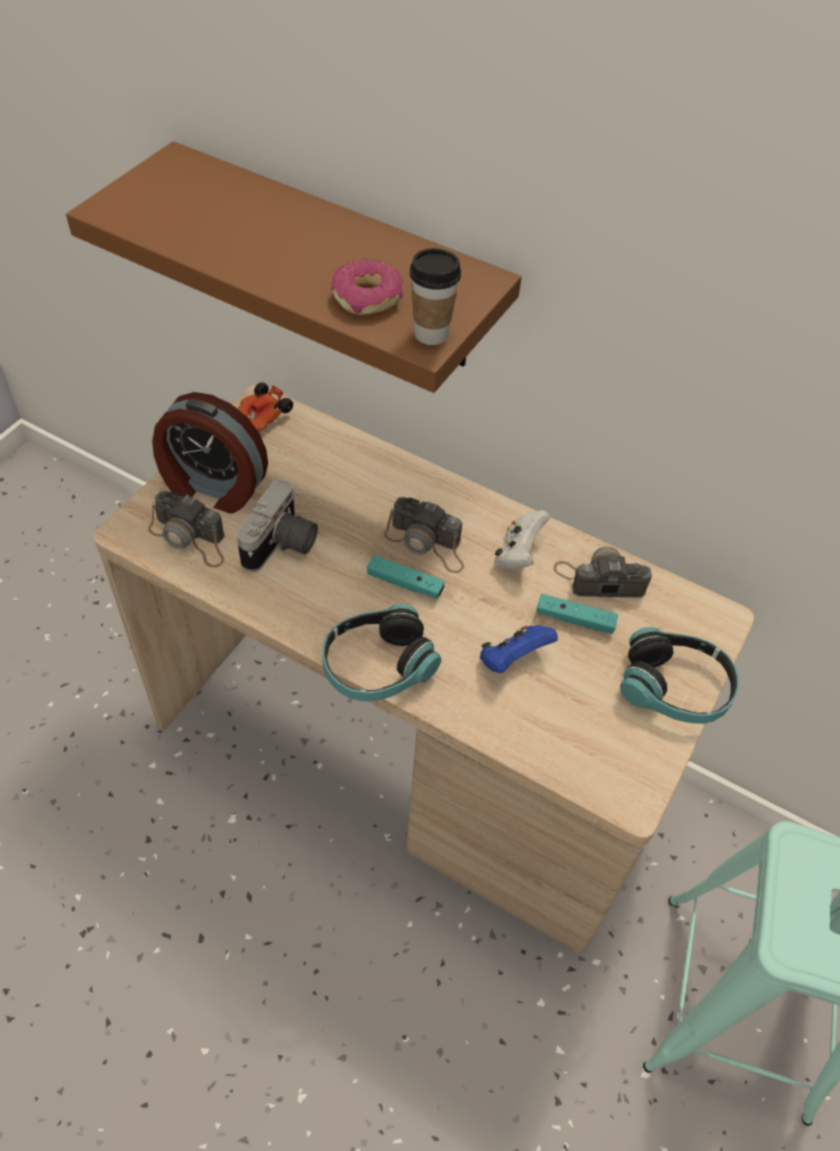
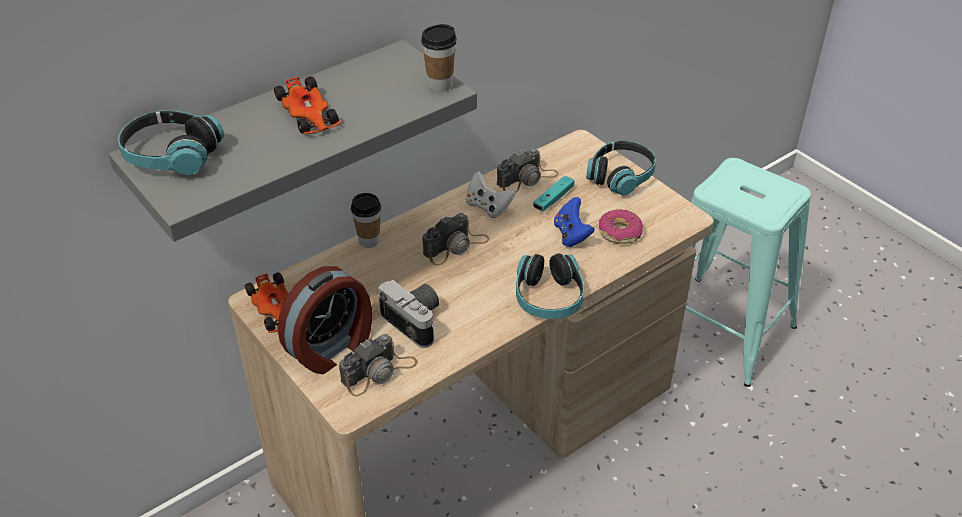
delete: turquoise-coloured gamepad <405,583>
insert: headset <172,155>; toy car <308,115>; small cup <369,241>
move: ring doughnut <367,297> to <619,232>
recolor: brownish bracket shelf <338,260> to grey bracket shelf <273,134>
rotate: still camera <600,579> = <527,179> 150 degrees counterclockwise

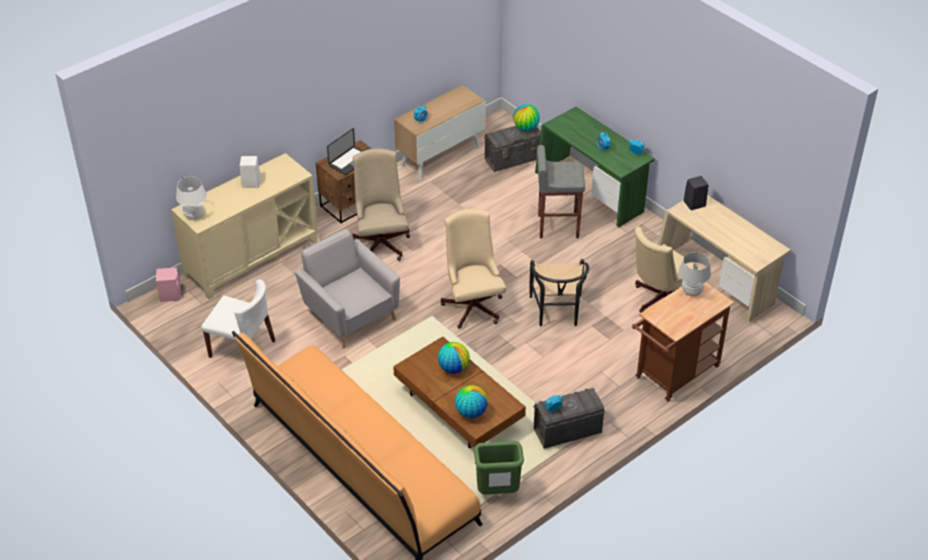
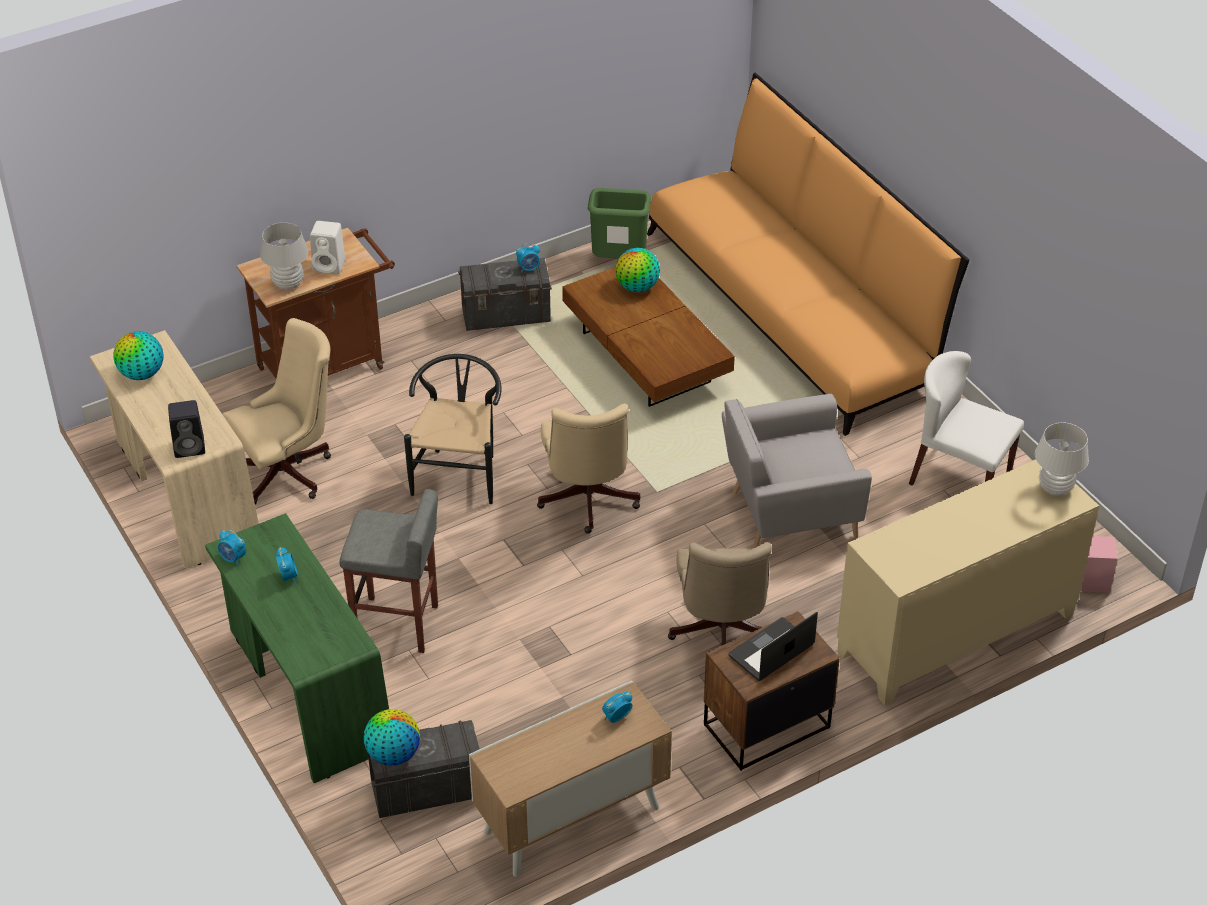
move: white-coloured audio speaker <250,183> to <330,266>; world globe <453,368> to <142,374>
rotate: grey lounge chair <350,314> = <788,510> 105 degrees clockwise

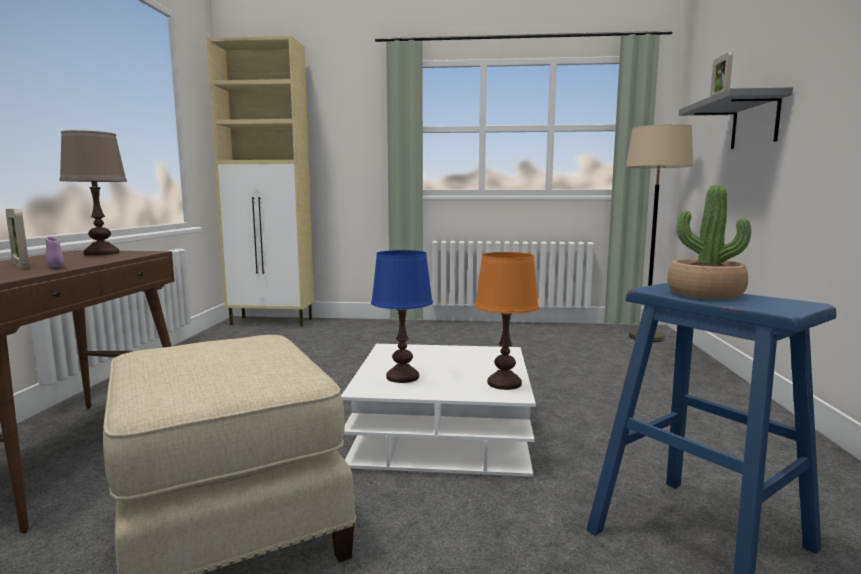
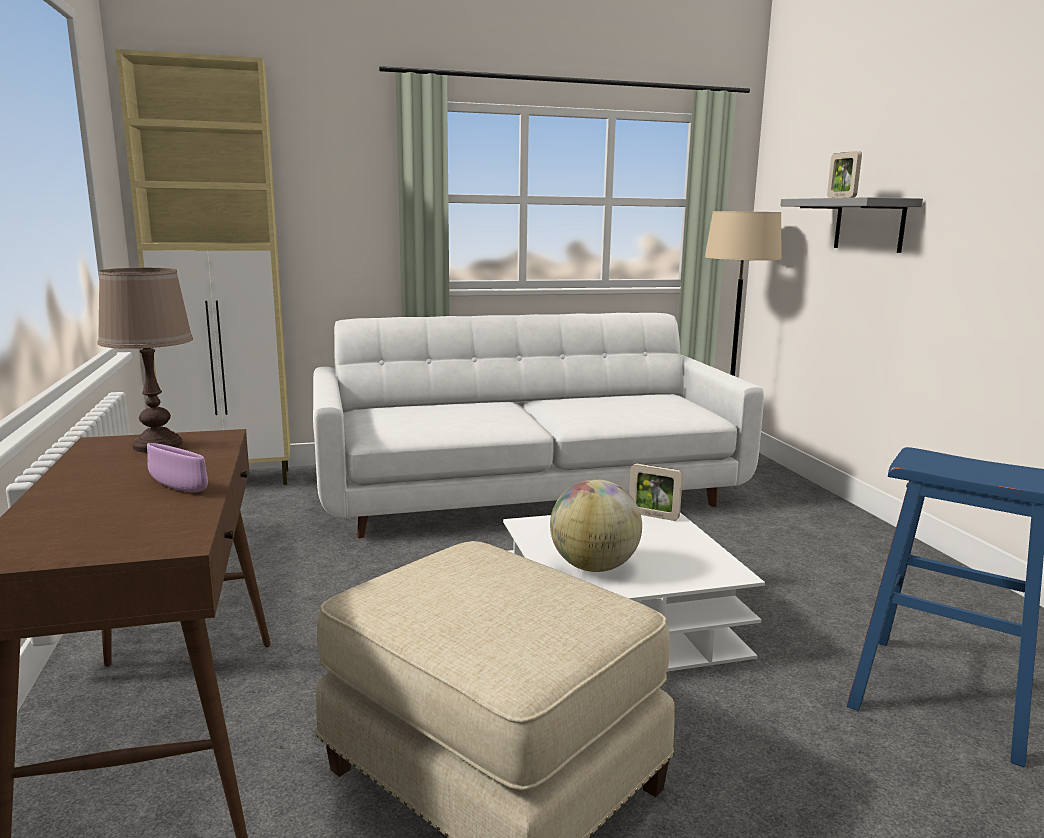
delete: orange table lamp <504,383>; houseplant <705,293>
insert: white-coloured sofa <527,491>
move: picture frame <20,265> to <653,516>
replace: bluish table lamp <402,377> to world globe <594,567>

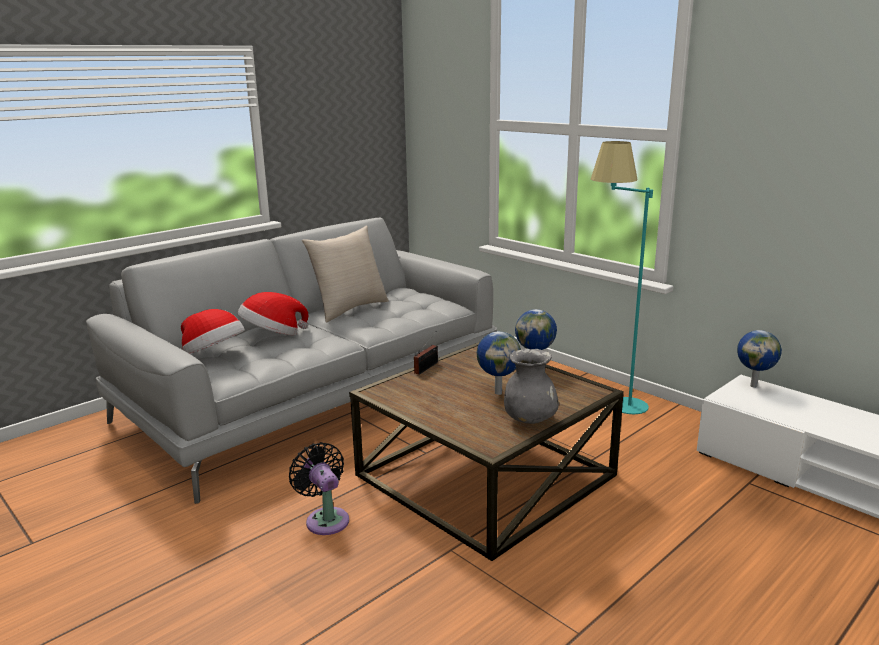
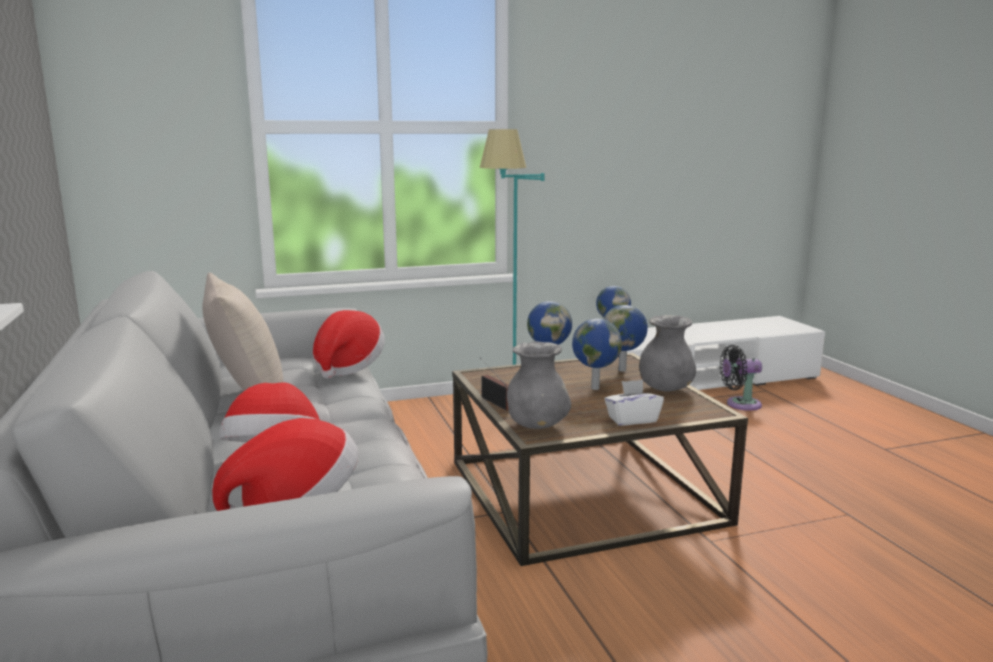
insert: clothing hat <348,367>; grey flower vase <537,425>; world globe <623,370>; white-coloured tissue box <632,420>
move: black-coloured fan <325,519> to <740,404>

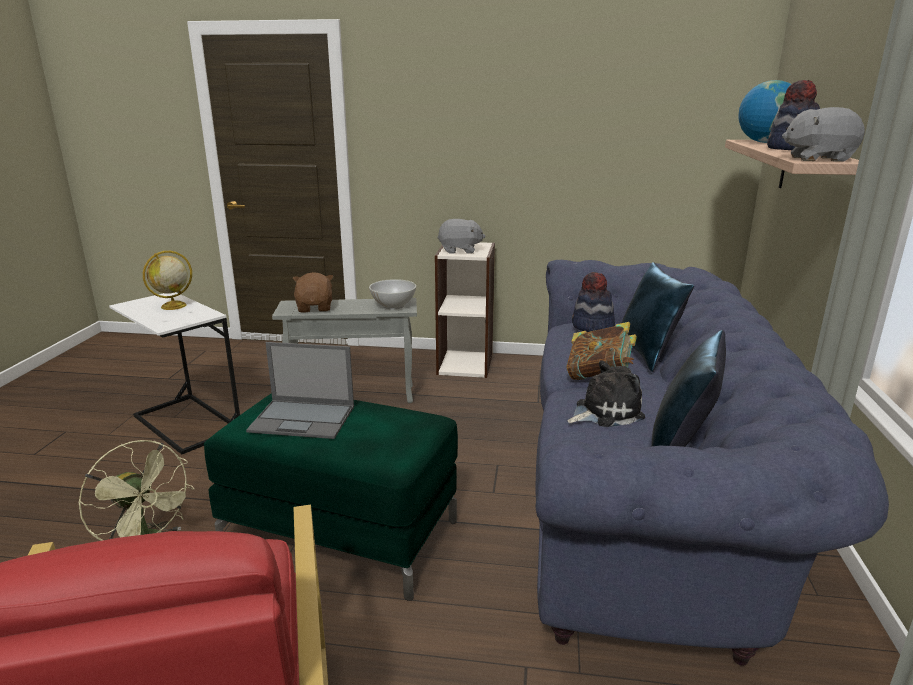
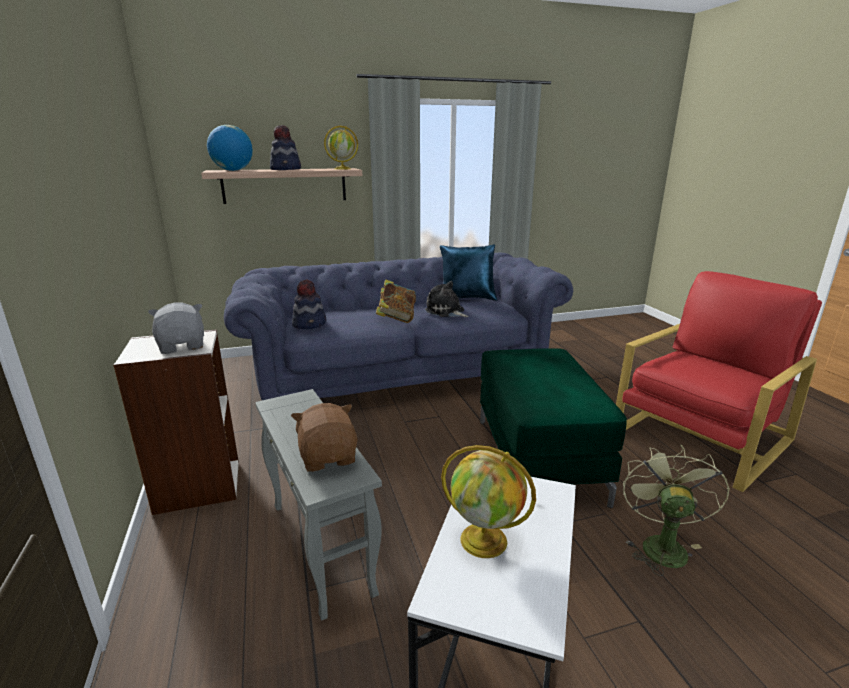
delete: laptop <304,419>; white-coloured bowl <393,306>; bluish throw pillow <647,354>
replace: grey plush toy <818,159> to world globe <343,169>
rotate: brownish plush toy <315,308> = <328,457> 105 degrees clockwise

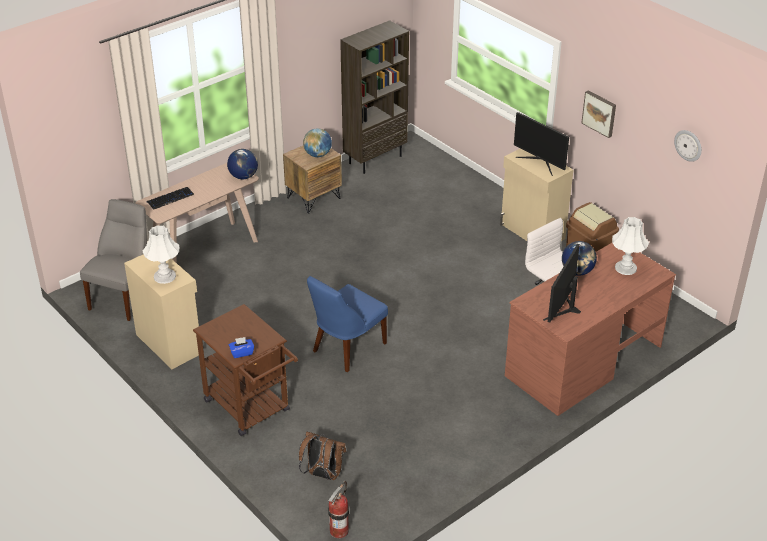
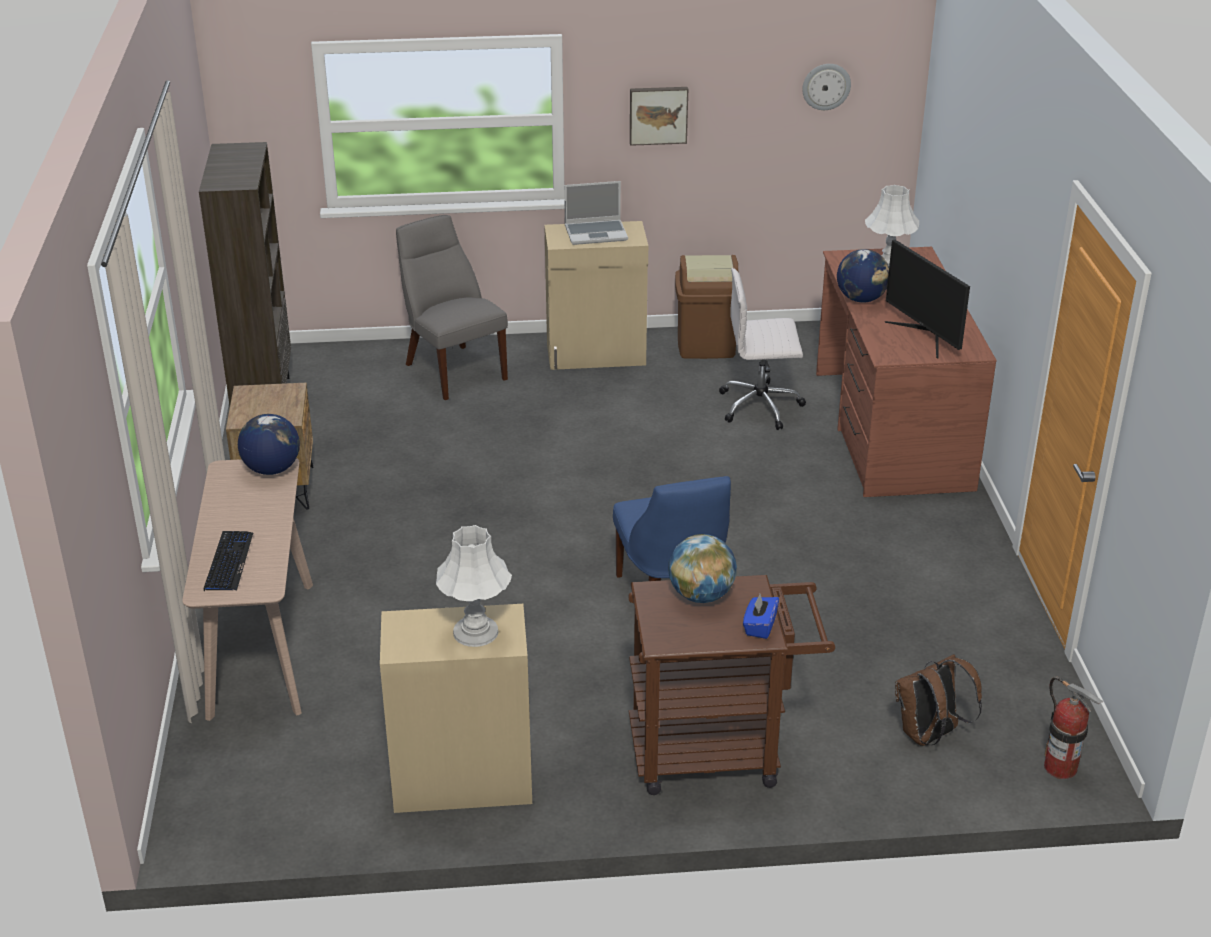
move: grey plain chair <125,297> to <453,370>; world globe <318,155> to <701,595>
replace: monitor <540,162> to laptop <596,233>

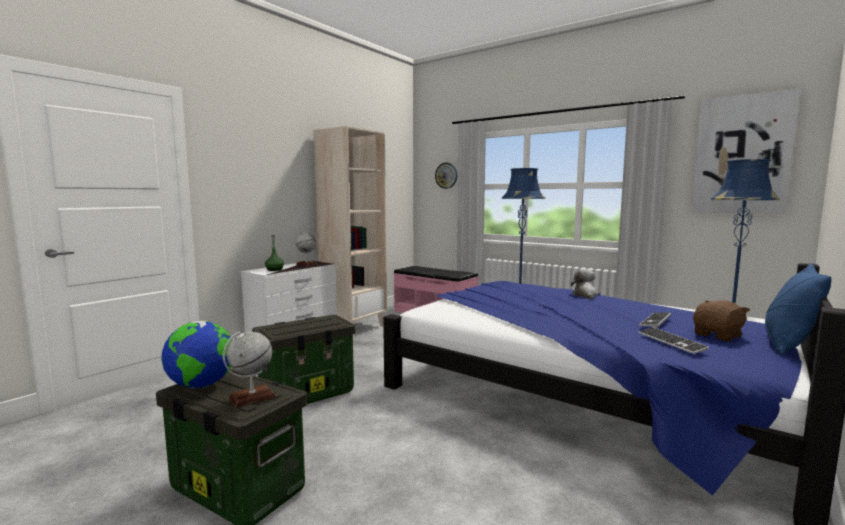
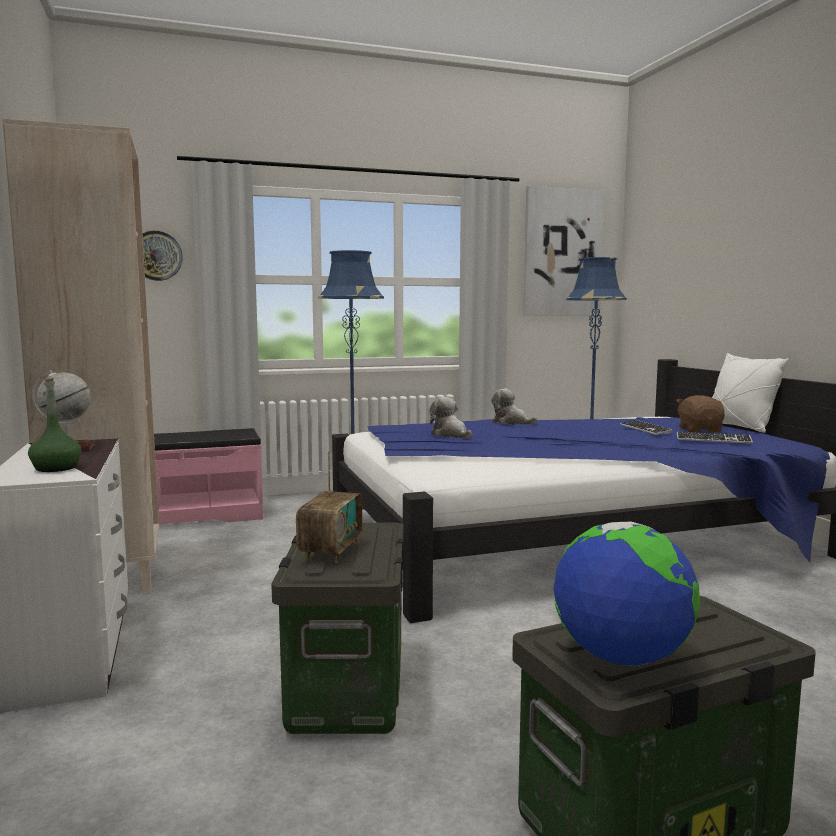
delete: world globe <252,397>
insert: radio <331,551>; plush toy <450,435>
recolor: bluish throw pillow <787,345> to white-coloured throw pillow <739,427>

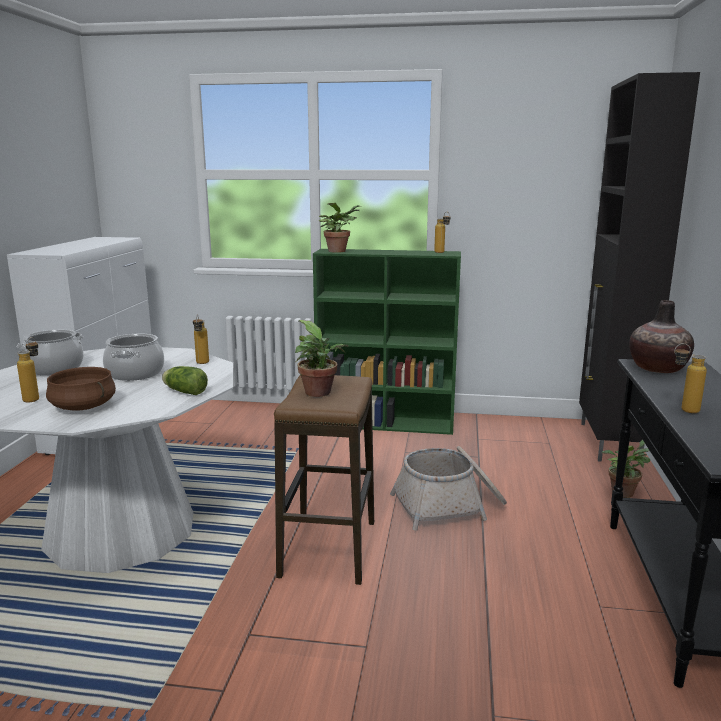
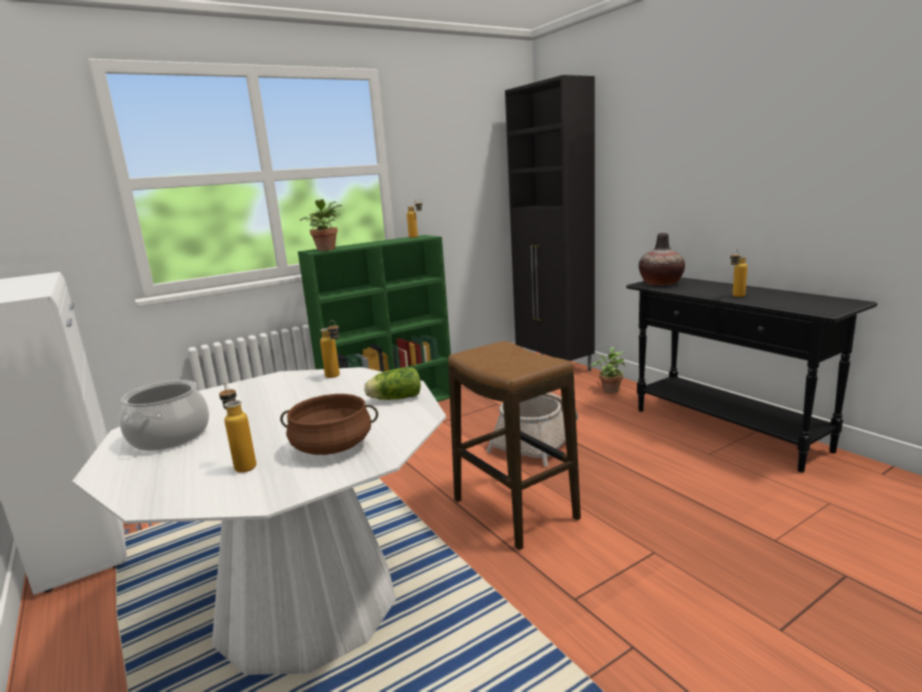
delete: saucepot <135,373>; houseplant <320,393>

